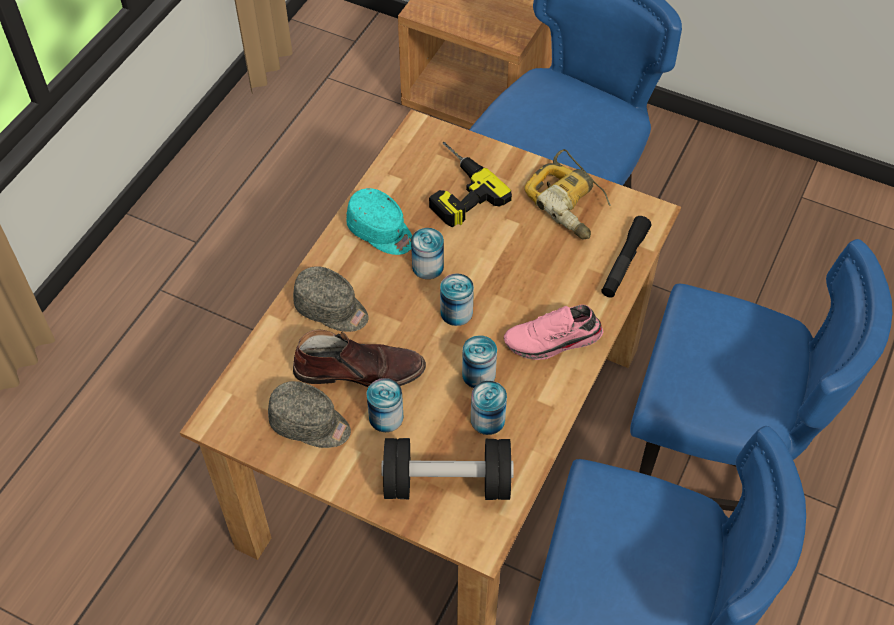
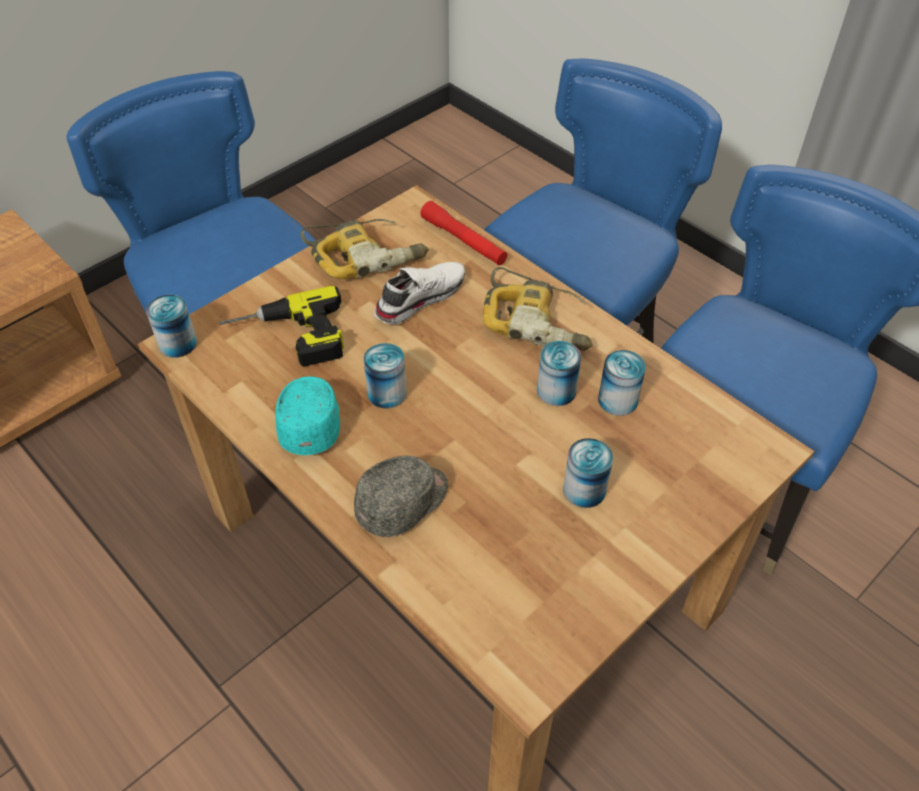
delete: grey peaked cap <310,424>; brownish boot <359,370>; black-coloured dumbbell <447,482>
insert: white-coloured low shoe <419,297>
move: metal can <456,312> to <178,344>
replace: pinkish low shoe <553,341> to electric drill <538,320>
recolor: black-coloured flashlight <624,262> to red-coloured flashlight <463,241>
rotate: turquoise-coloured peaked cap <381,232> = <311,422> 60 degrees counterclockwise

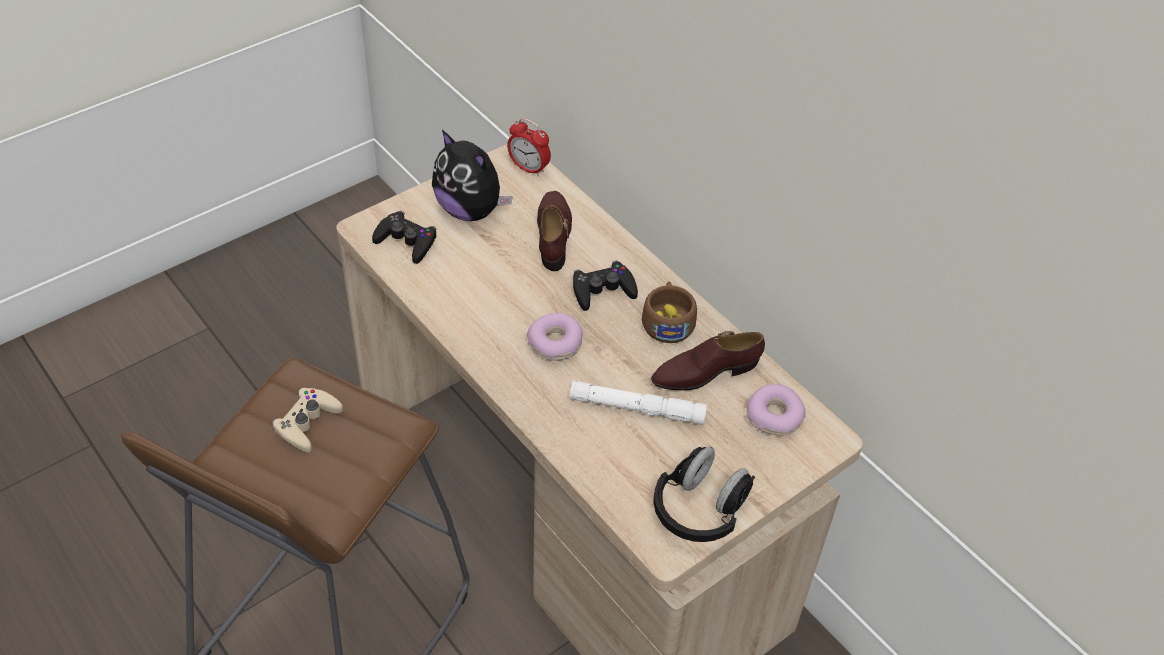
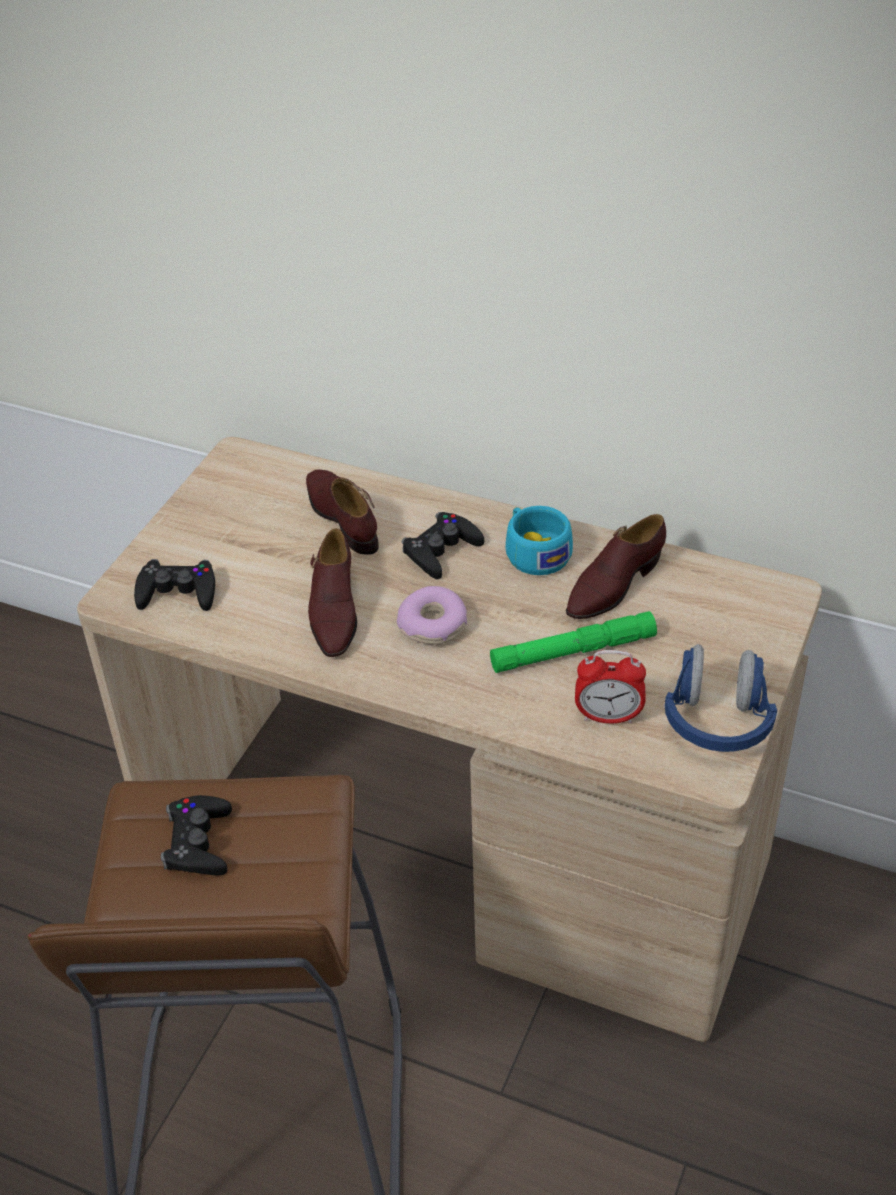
delete: plush toy <470,210>; ring doughnut <774,416>
insert: brownish low shoe <333,612>
move: bedside clock <529,168> to <608,717>
recolor: beige gamepad <307,423> to black-coloured gamepad <198,843>; white-coloured flashlight <637,408> to green-coloured flashlight <573,651>; brownish small cup <667,321> to turquoise-coloured small cup <534,552>; black-coloured headset <700,510> to bluish headset <717,720>

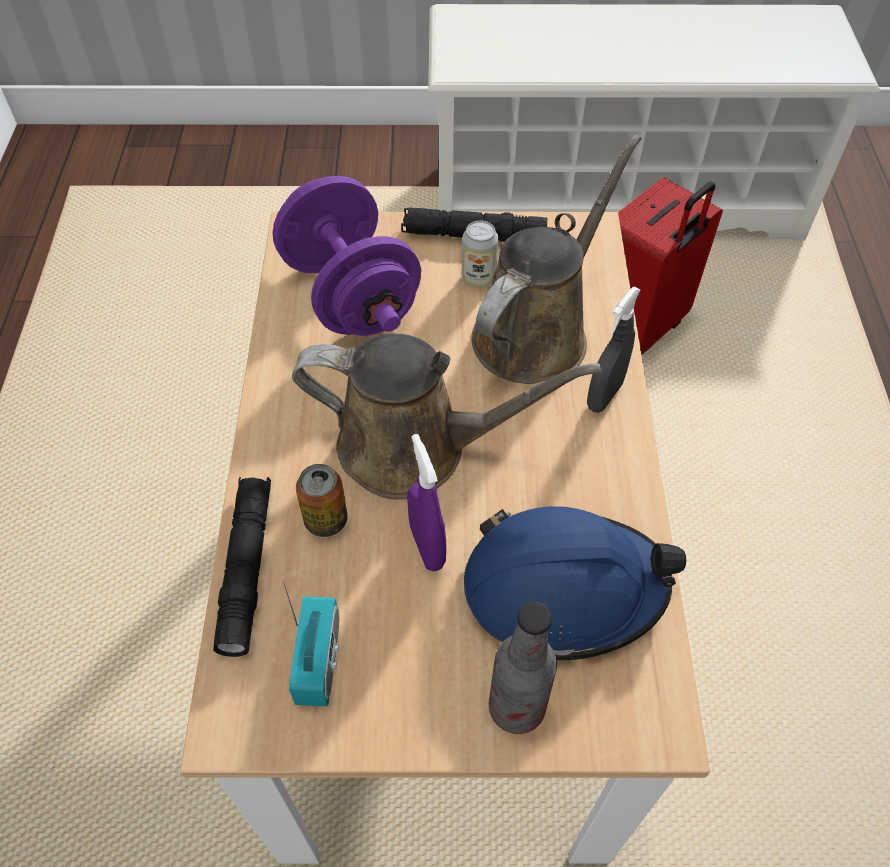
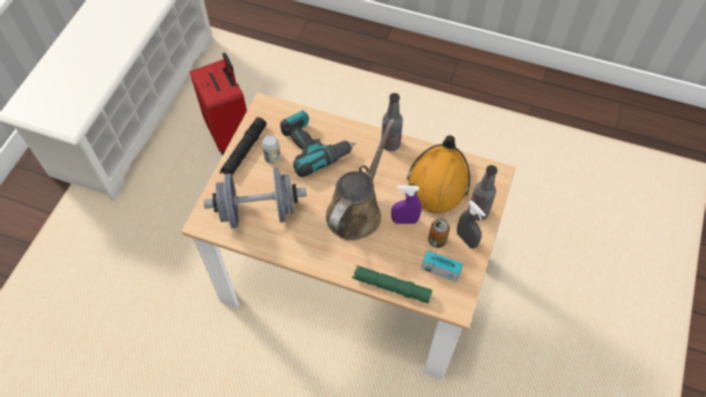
insert: beverage bottle <390,144>
move: metal can <326,520> to <437,240>; grey spray bottle <604,395> to <466,239>
replace: brownish watering can <536,332> to electric drill <314,147>
recolor: black-coloured flashlight <246,568> to green-coloured flashlight <391,287>; purple dumbbell <350,295> to grey dumbbell <258,211>; bluish safety helmet <563,588> to orange safety helmet <438,182>

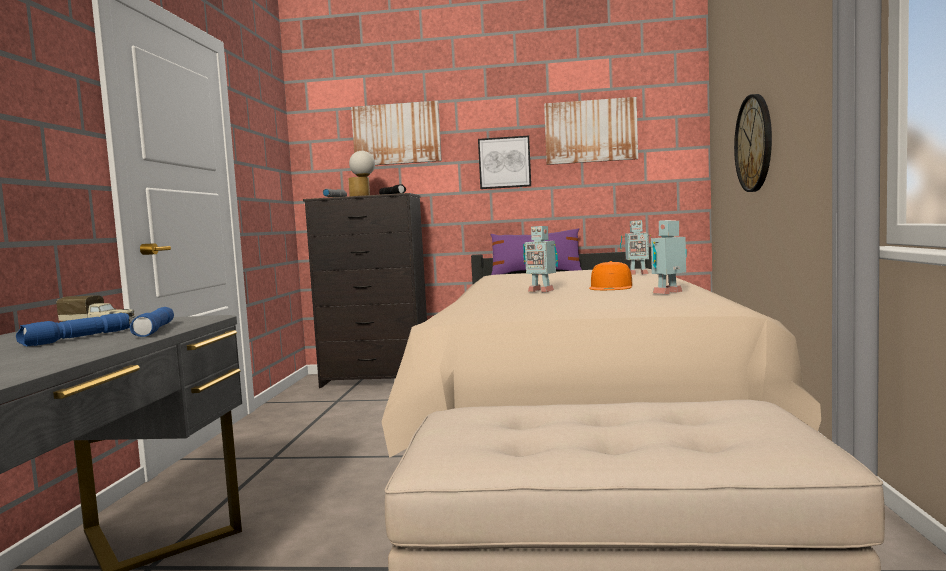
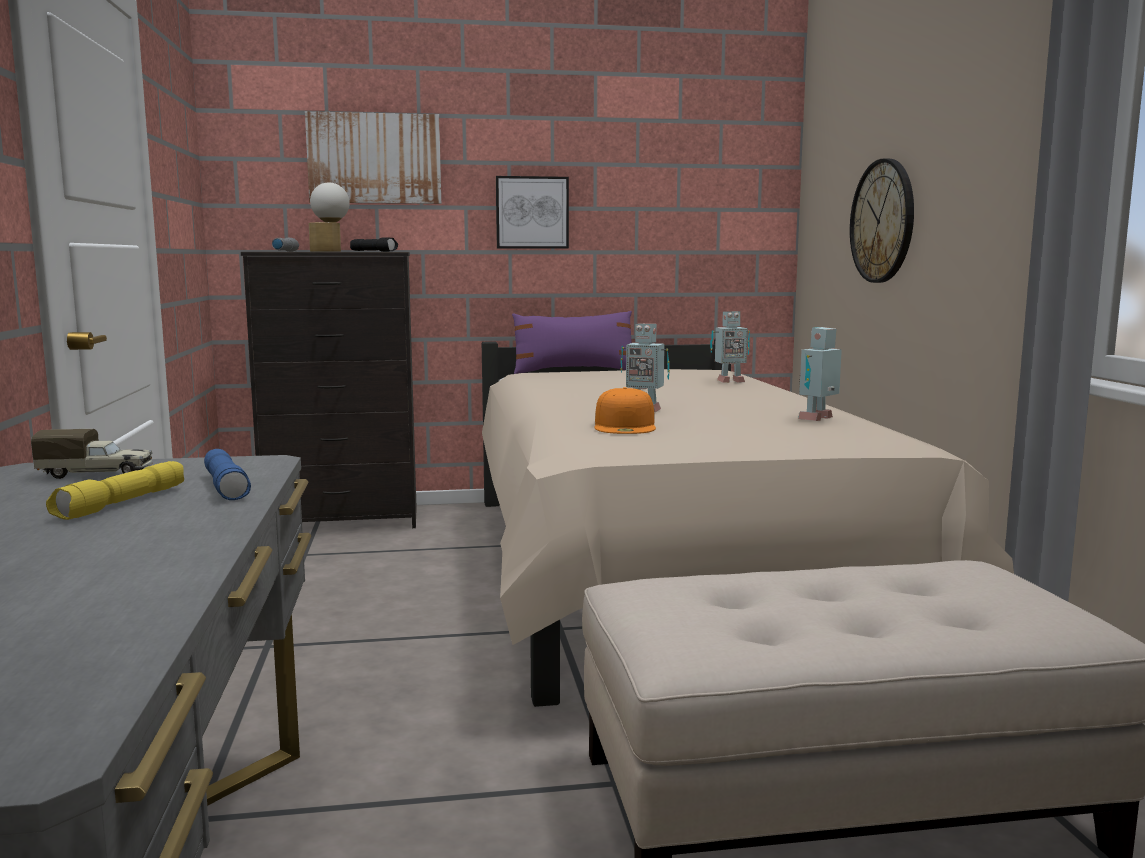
delete: wall art <590,131>
move: orange peaked cap <611,287> to <625,425>
recolor: bluish flashlight <77,339> to yellowish flashlight <122,504>

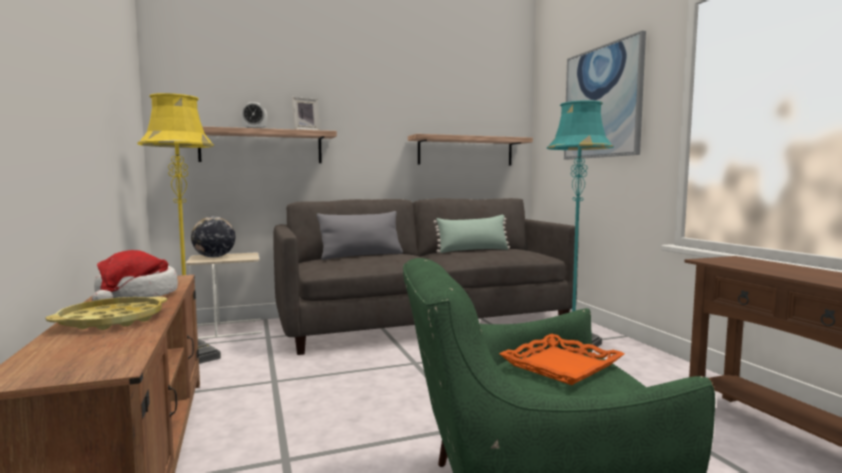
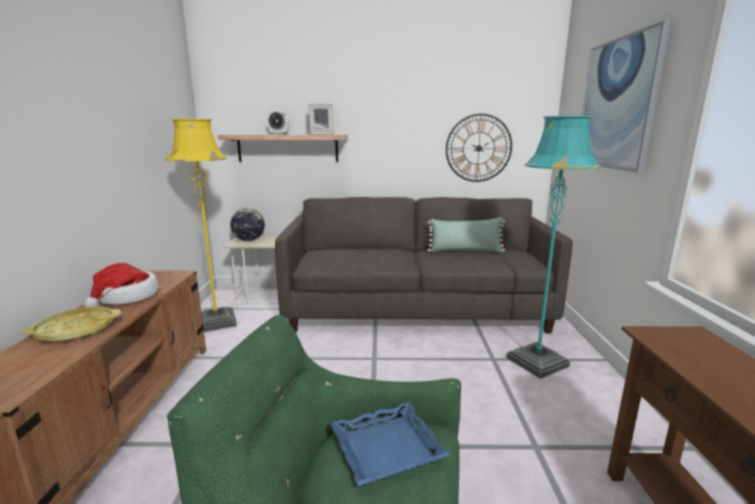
delete: grey throw pillow <361,255>
replace: bracket shelf <465,151> to hanging clock <478,148>
recolor: orange carrying tray <562,366> to bluish carrying tray <387,449>

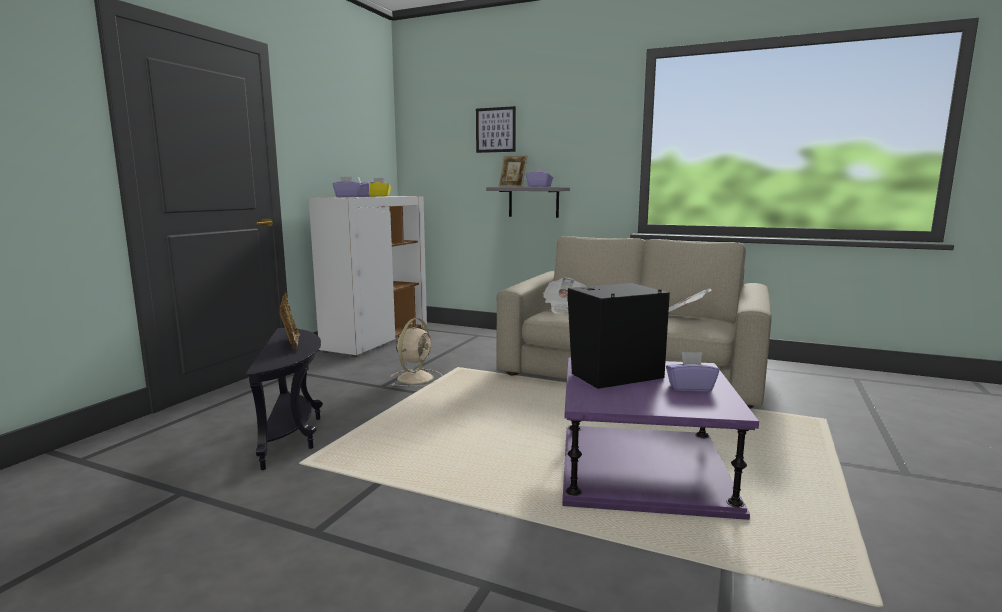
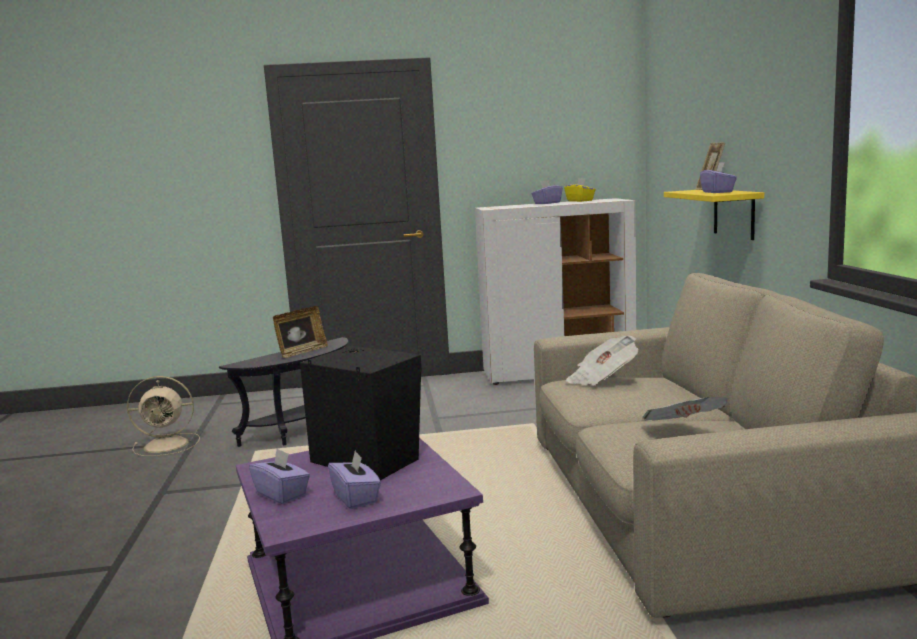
delete: wall art <496,130>
move: purple tissue box <347,197> to <282,494>; beige fan <416,377> to <168,444>
recolor: grey bracket shelf <533,202> to yellowish bracket shelf <734,213>

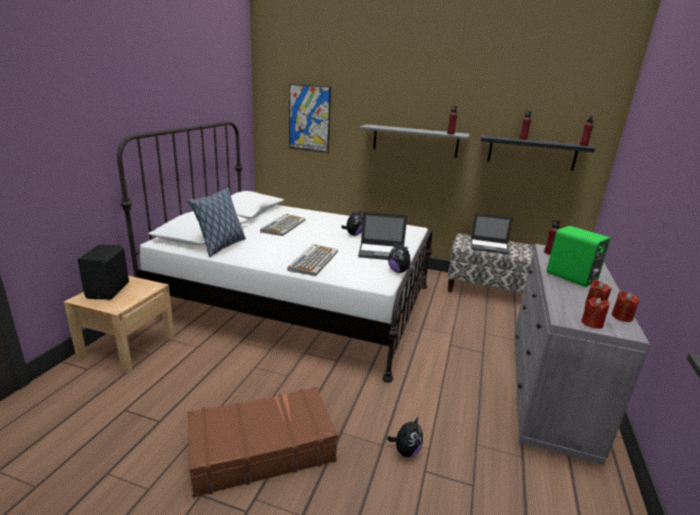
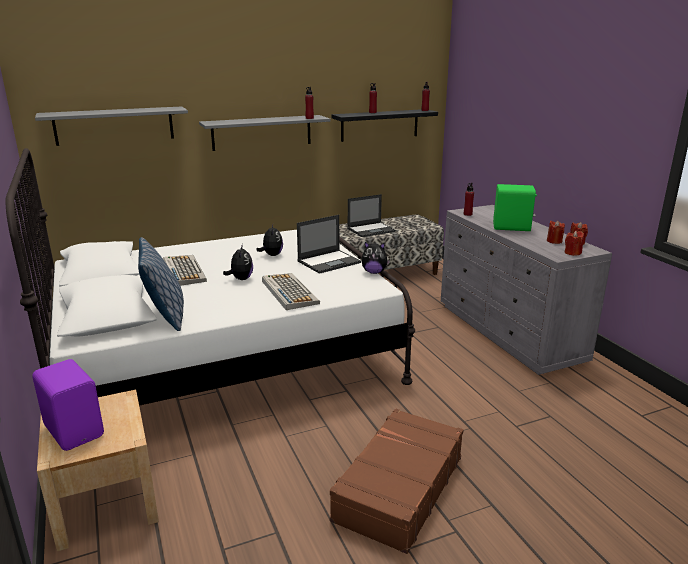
move: plush toy <406,451> to <241,279>
replace: wall art <309,118> to grey bracket shelf <114,125>
recolor: black-coloured audio speaker <109,290> to purple audio speaker <75,430>

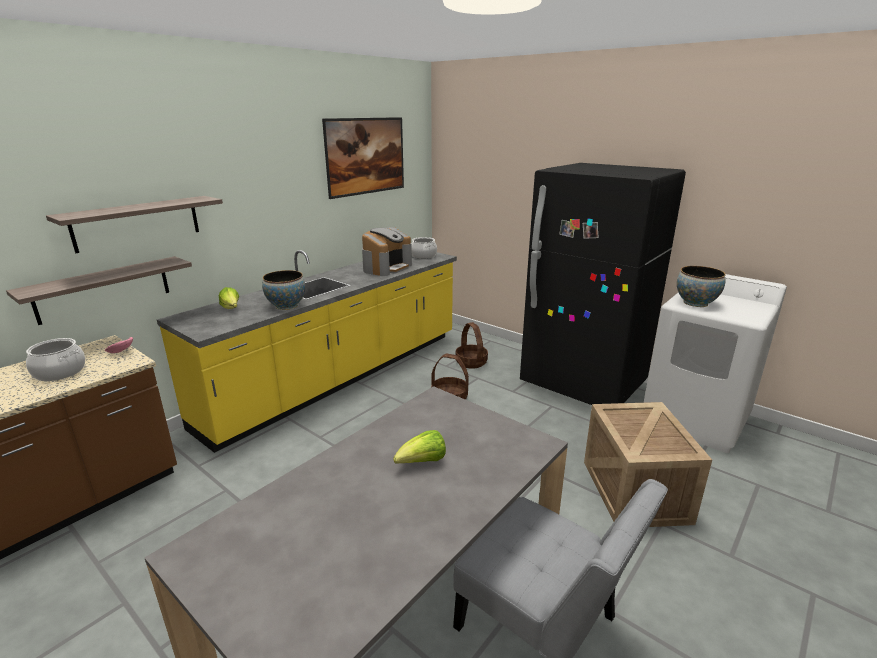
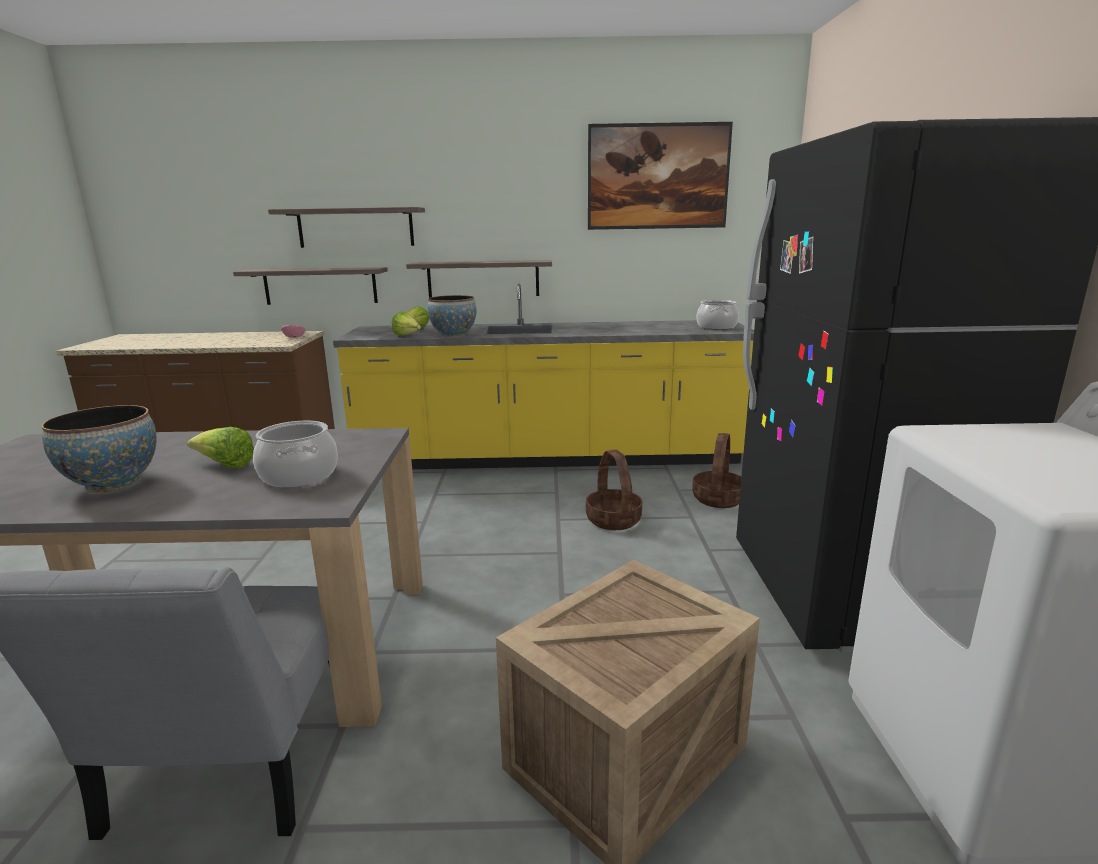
delete: coffee maker <387,267>
insert: lettuce head <407,336>; bracket shelf <483,279>
move: saucepot <59,372> to <298,475>; bowl <695,303> to <113,483>

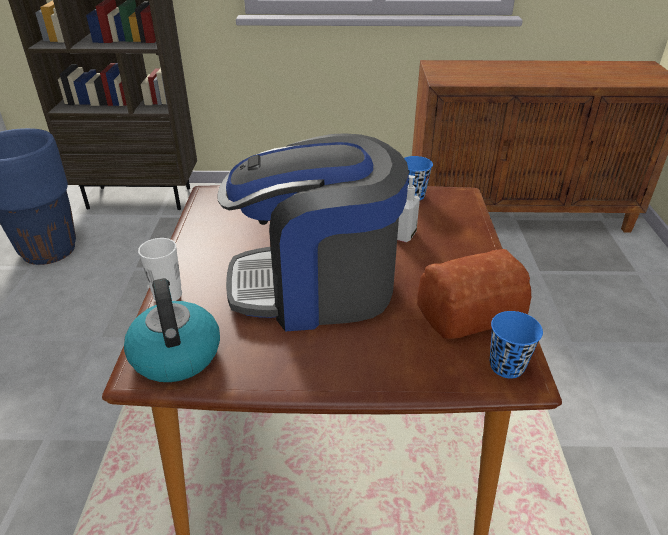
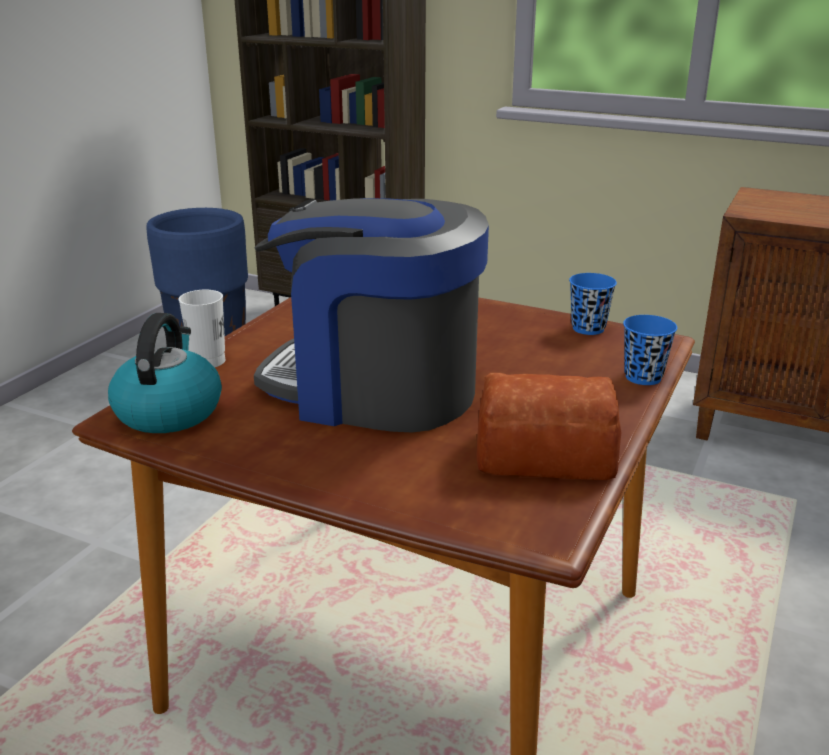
delete: soap bottle <405,235>
move: bluish small cup <506,366> to <643,377>

